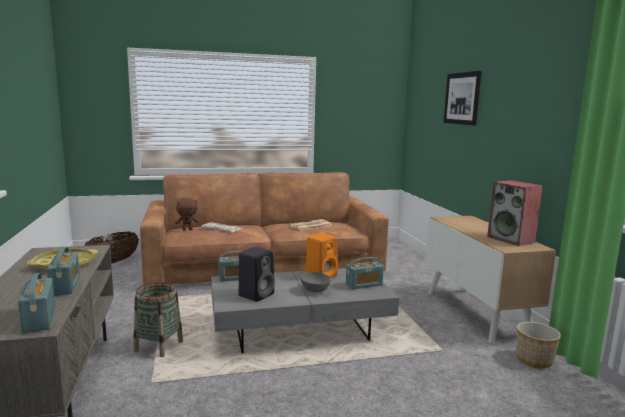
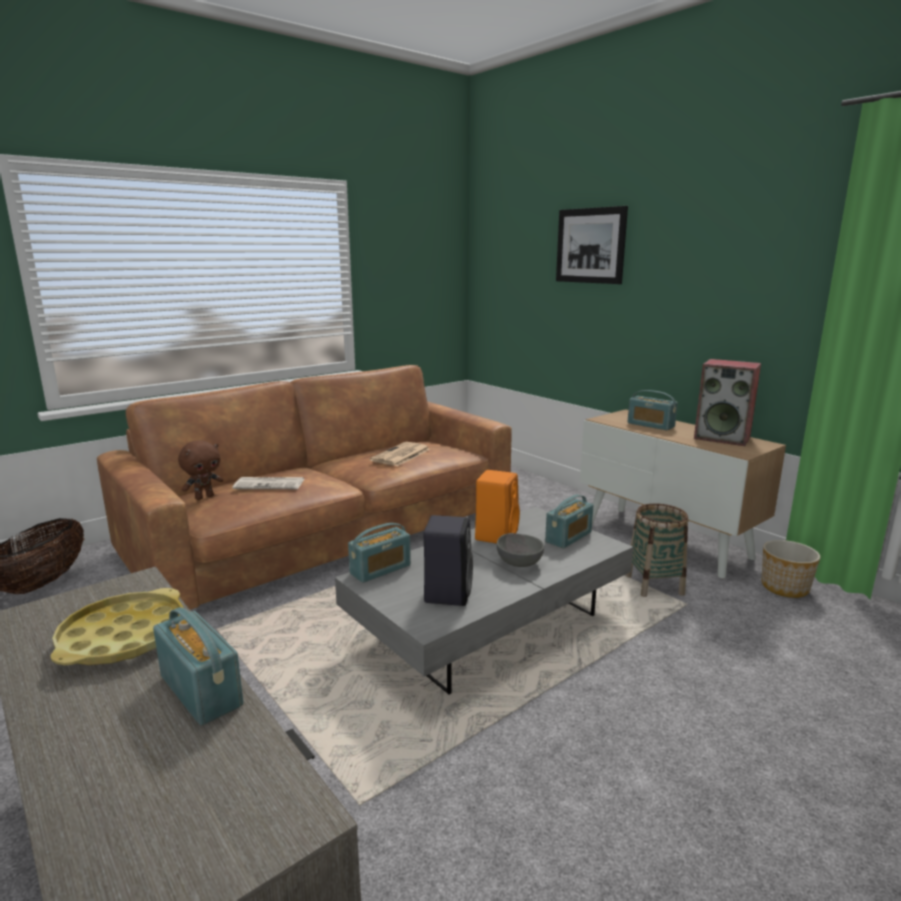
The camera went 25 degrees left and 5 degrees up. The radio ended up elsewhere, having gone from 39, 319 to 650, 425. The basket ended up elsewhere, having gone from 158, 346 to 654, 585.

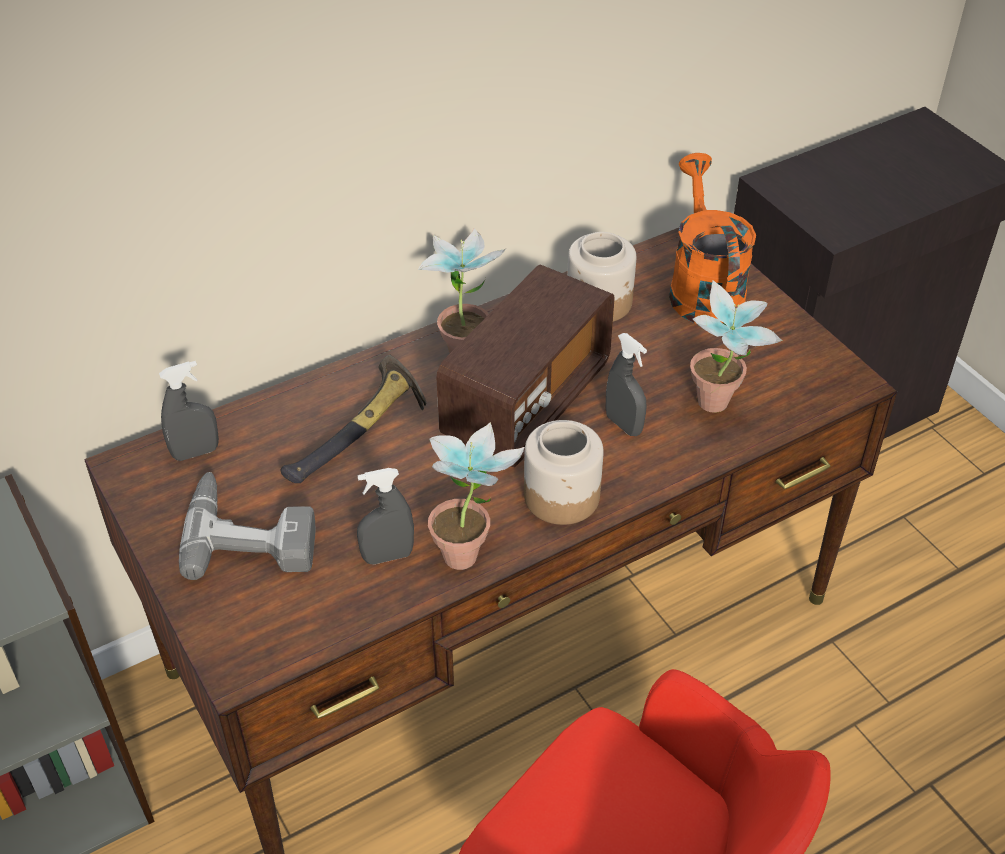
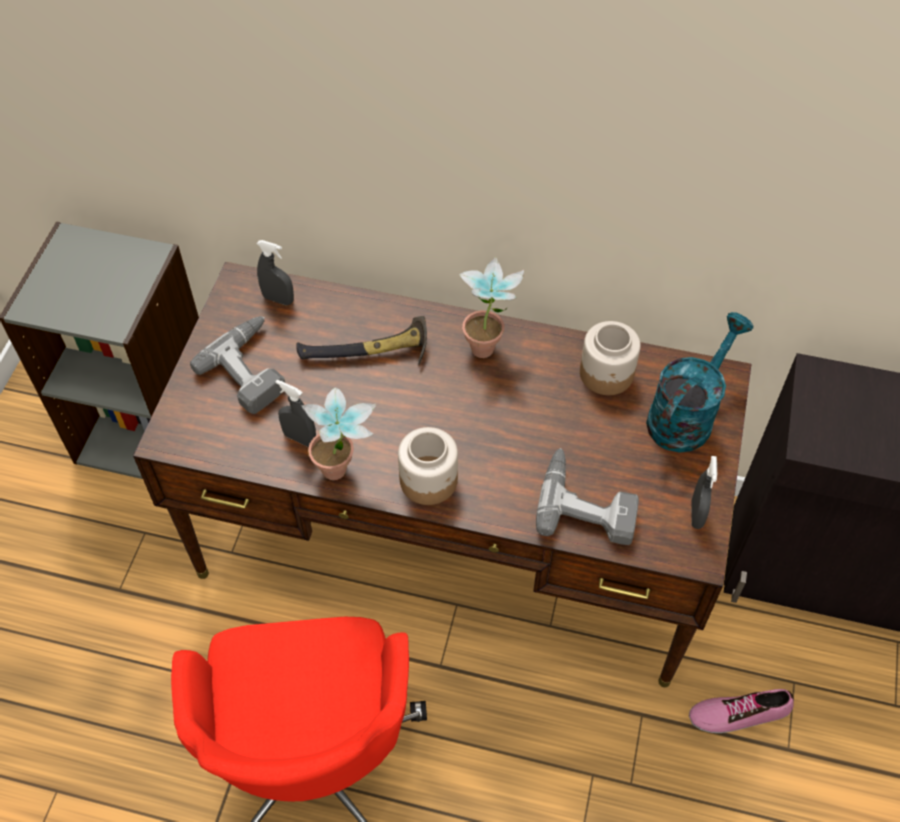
The camera went 45 degrees right and 10 degrees up. What was the orange watering can at 702, 288 turned into the turquoise watering can at 686, 414. The second view lost the radio at 526, 402. Where the potted plant stood at 718, 410, the power drill came to stand at 587, 503. The grey spray bottle ended up elsewhere, having gone from 623, 425 to 696, 514. The second view gained the shoe at 739, 712.

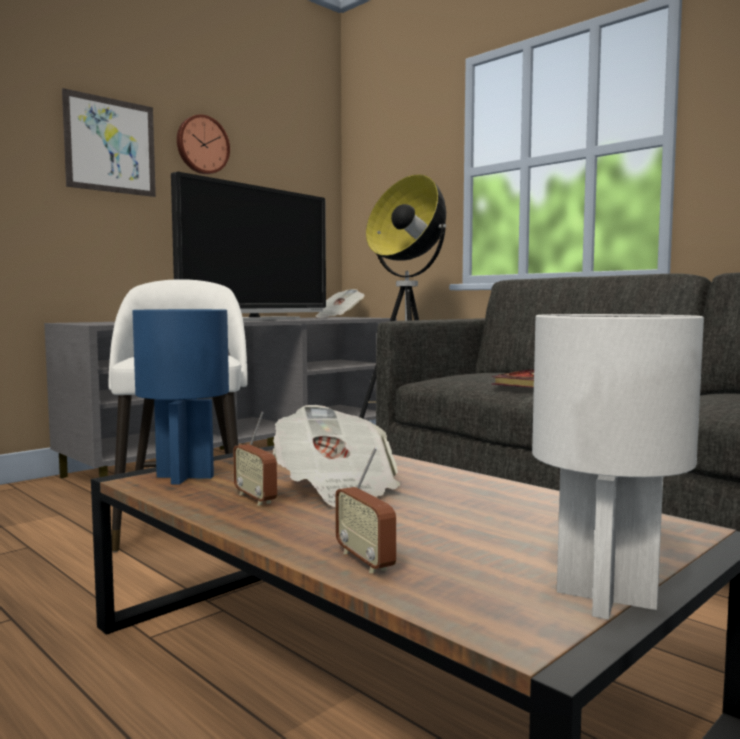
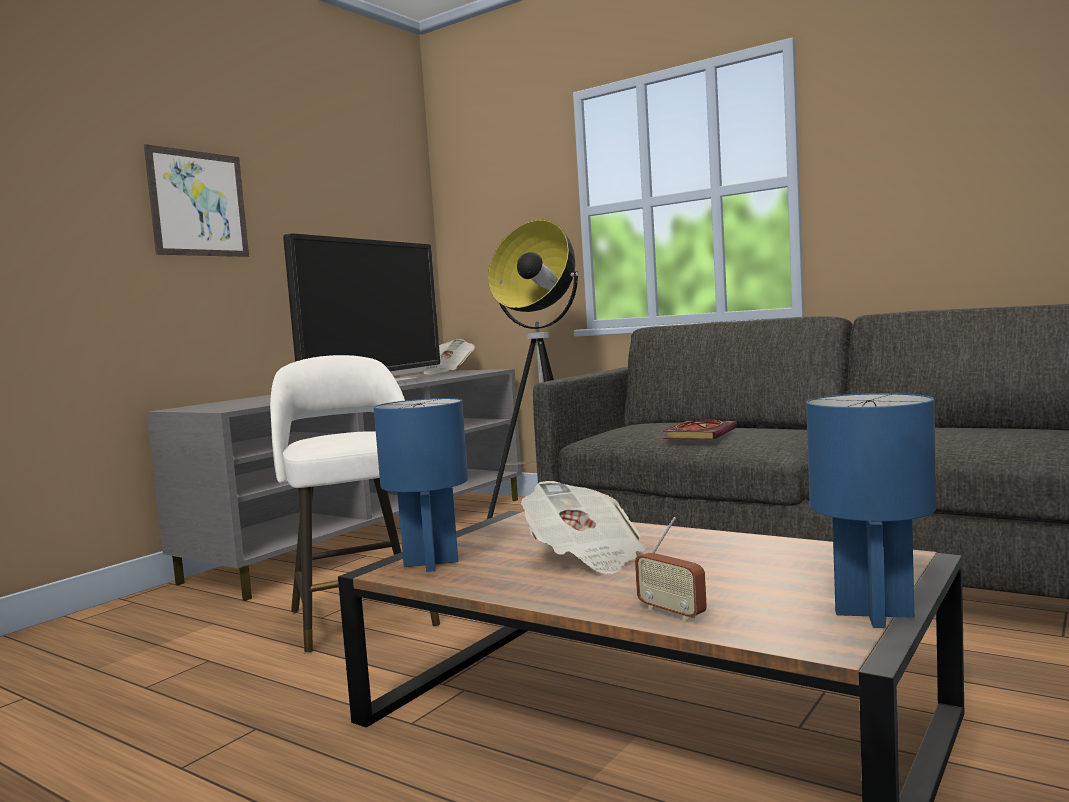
The camera went 10 degrees left and 0 degrees up. The second view lost the wall clock at 202, 145. What was the white table lamp at 604, 597 turned into the blue table lamp at 872, 614. The second view lost the radio at 255, 498.

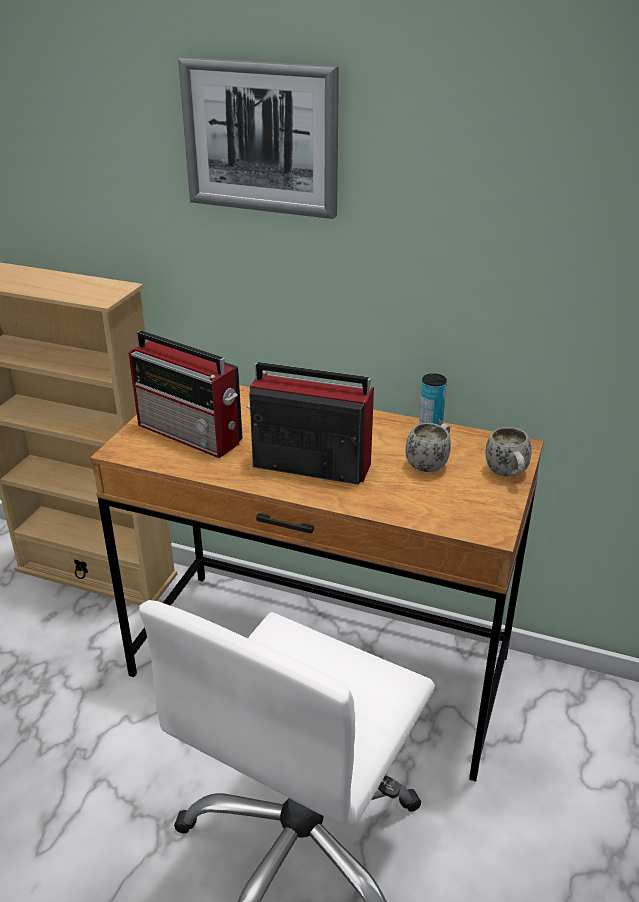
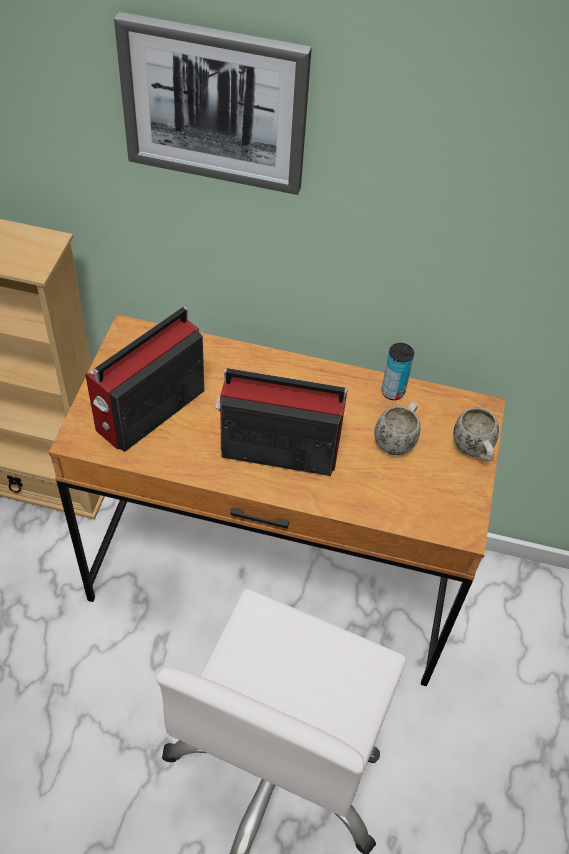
The camera went 10 degrees left and 20 degrees up. The radio at 191, 434 ended up facing another way, 105 degrees clockwise from before.

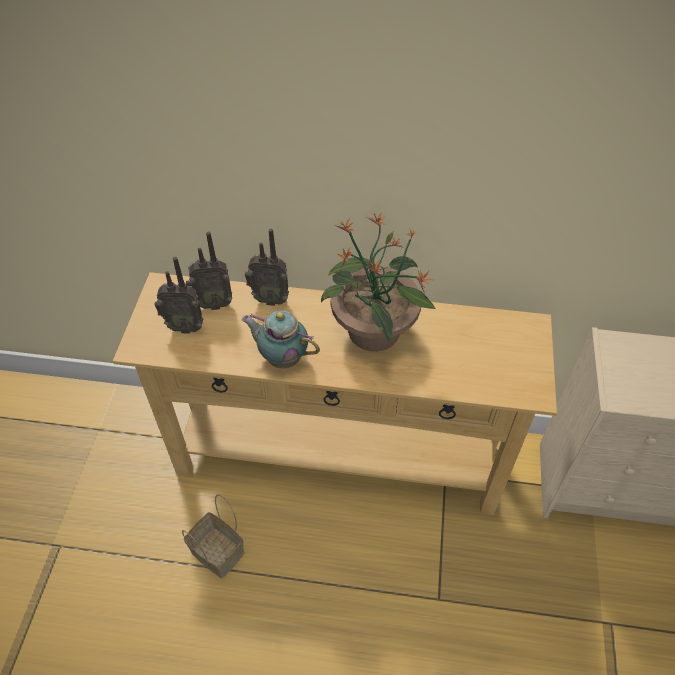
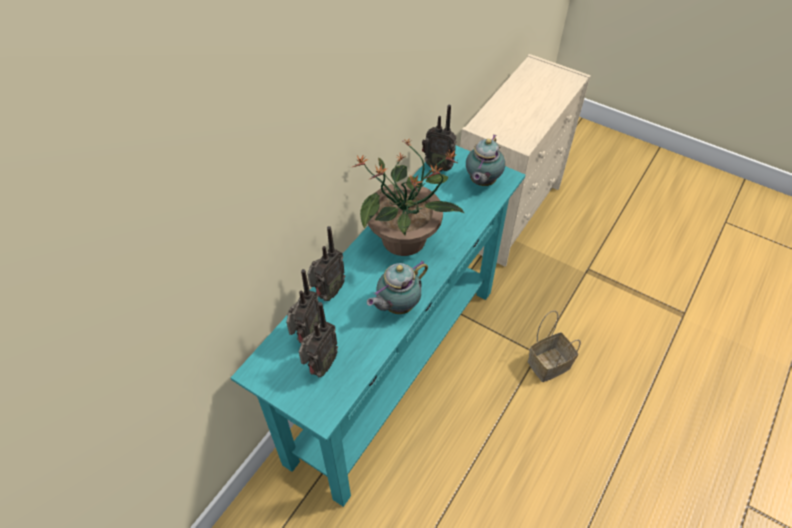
The camera went 65 degrees left and 0 degrees up. What was the beige console table at 337, 457 turned into the turquoise console table at 394, 370. The basket ended up elsewhere, having gone from 219, 552 to 549, 363. The second view gained the radio at 438, 166. The second view gained the teapot at 481, 182.

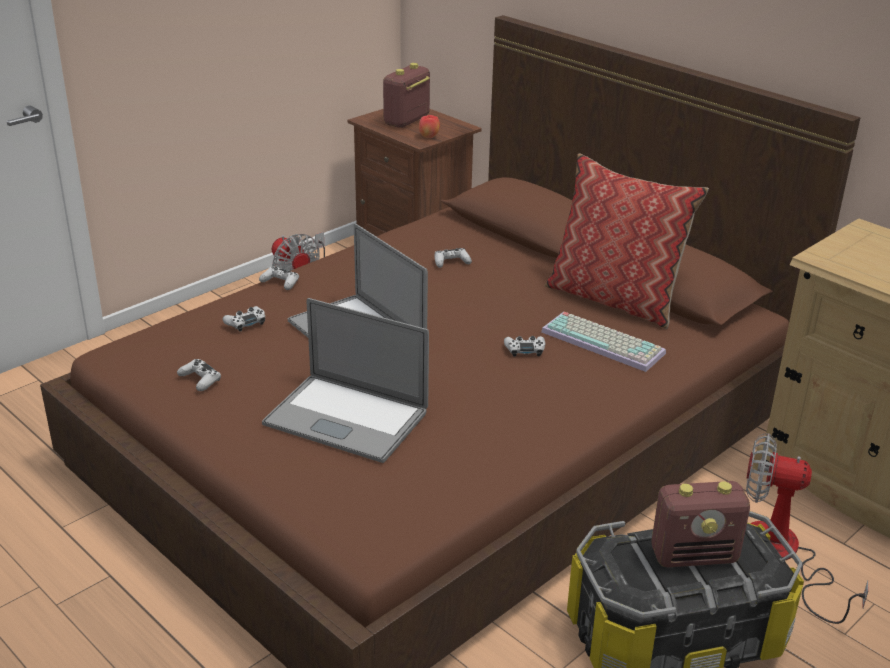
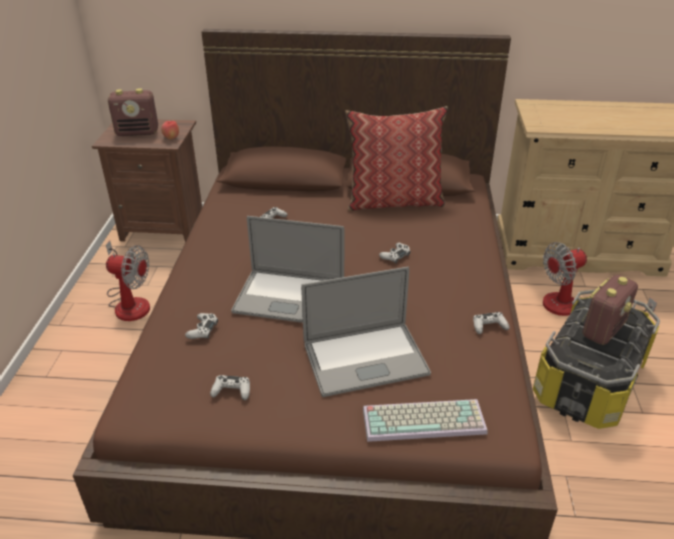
The camera went 40 degrees left and 5 degrees up. The radio at 406, 121 ended up facing another way, 90 degrees counterclockwise from before. The white game controller ended up elsewhere, having gone from 280, 282 to 489, 326. The keyboard ended up elsewhere, having gone from 605, 342 to 425, 419.

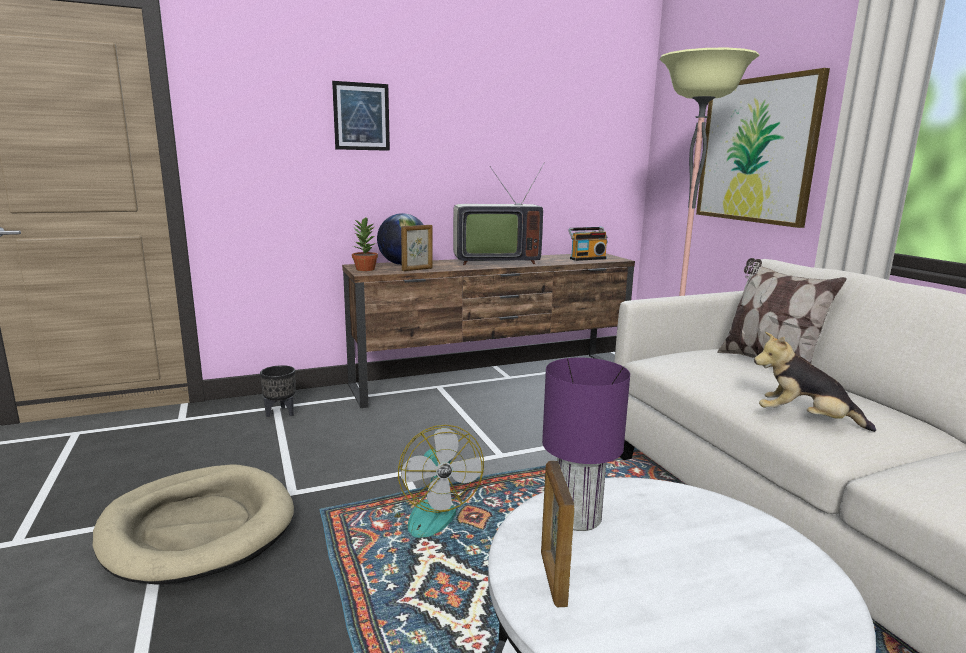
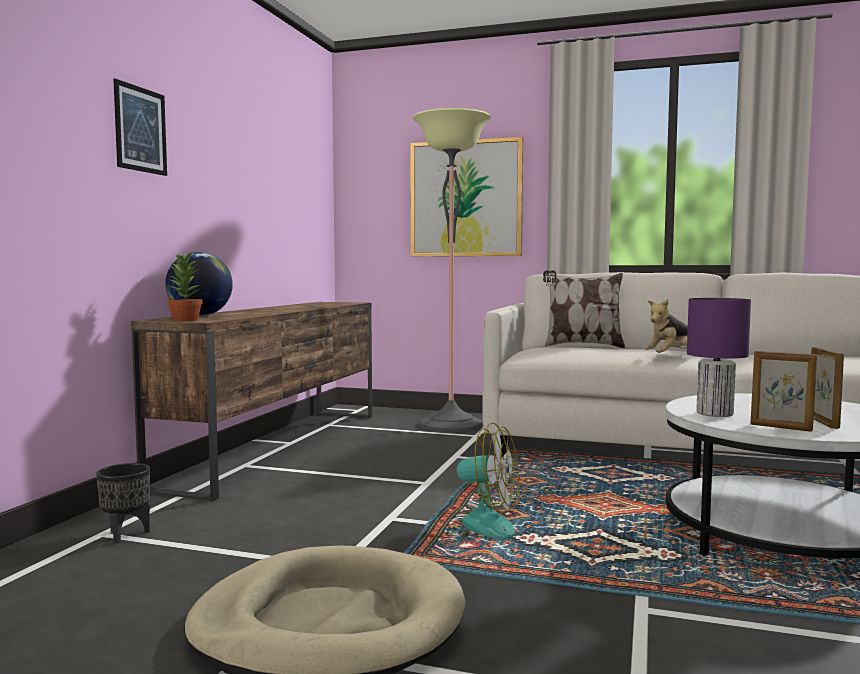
The camera went 50 degrees left and 10 degrees down. The second view lost the television at 494, 261. The picture frame ended up elsewhere, having gone from 417, 269 to 823, 422. The second view lost the radio at 587, 258.

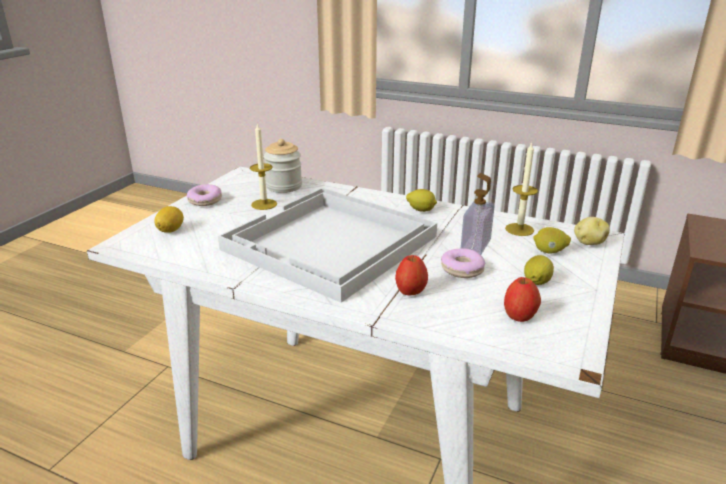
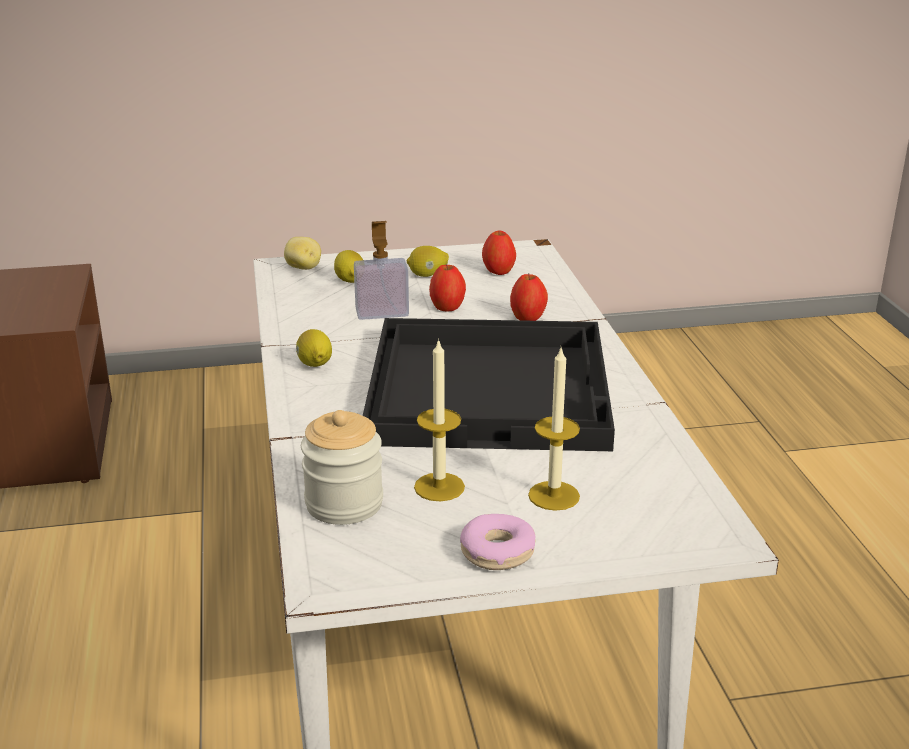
The camera went 125 degrees left and 0 degrees up. The candle ended up elsewhere, having gone from 519, 229 to 554, 496. What was the white tray at 330, 244 turned into the black tray at 491, 387. The second view lost the lemon at 171, 230. Where the donut stood at 462, 269, the apple came to stand at 447, 307.

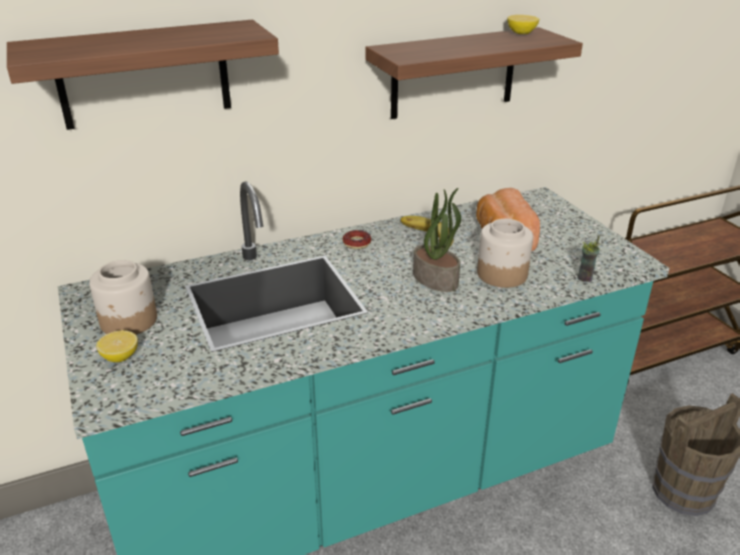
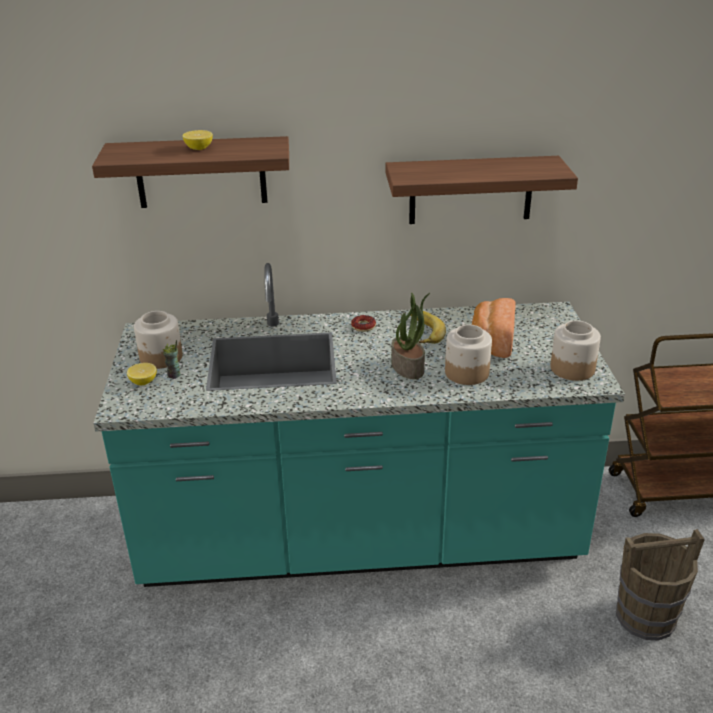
The camera went 20 degrees right and 0 degrees up. The lemon ended up elsewhere, having gone from 521, 33 to 199, 148. The cup ended up elsewhere, having gone from 585, 278 to 174, 375. The second view gained the jar at 571, 368.

